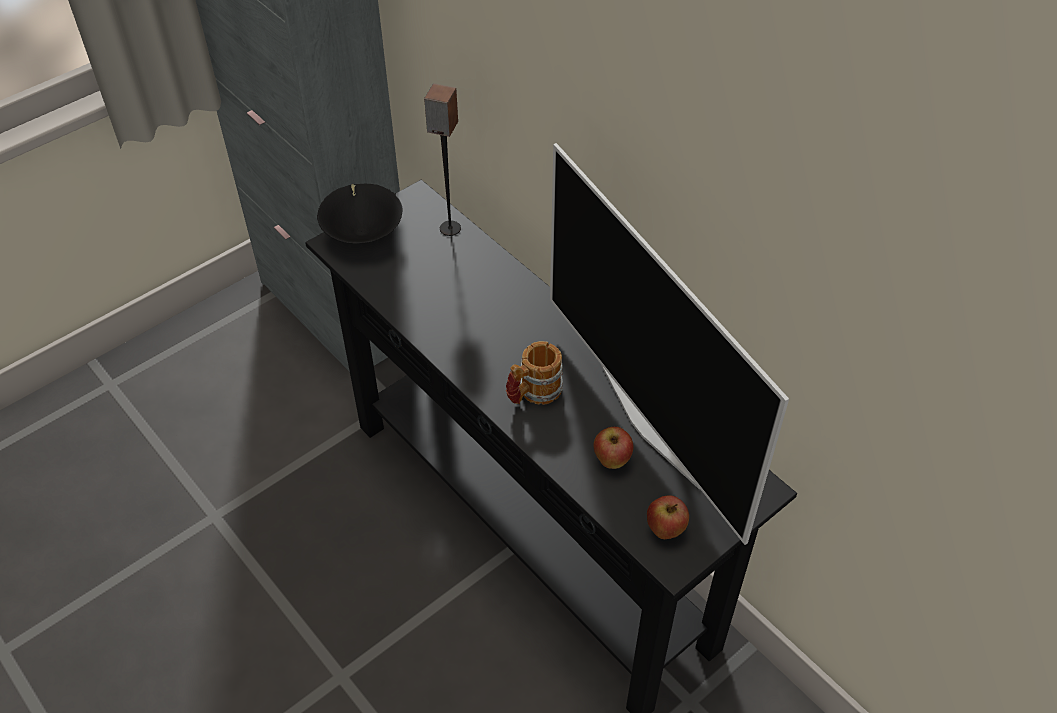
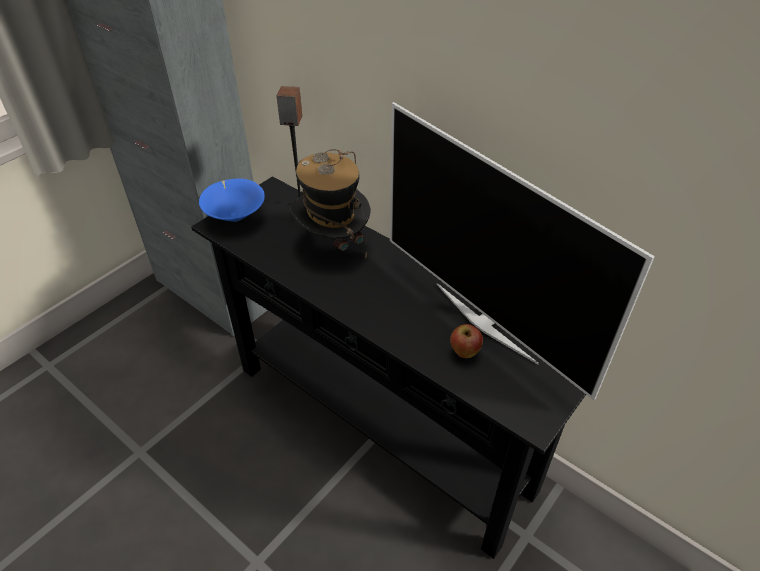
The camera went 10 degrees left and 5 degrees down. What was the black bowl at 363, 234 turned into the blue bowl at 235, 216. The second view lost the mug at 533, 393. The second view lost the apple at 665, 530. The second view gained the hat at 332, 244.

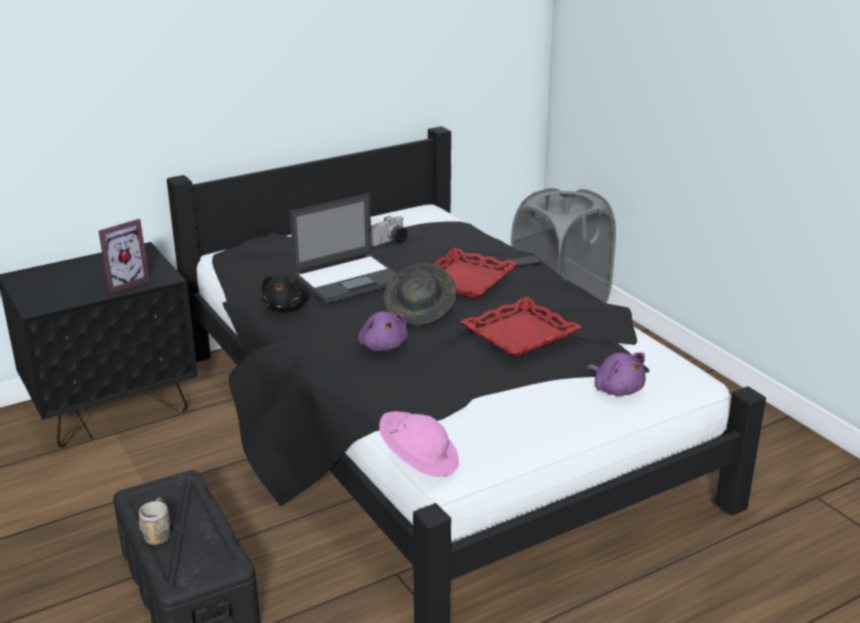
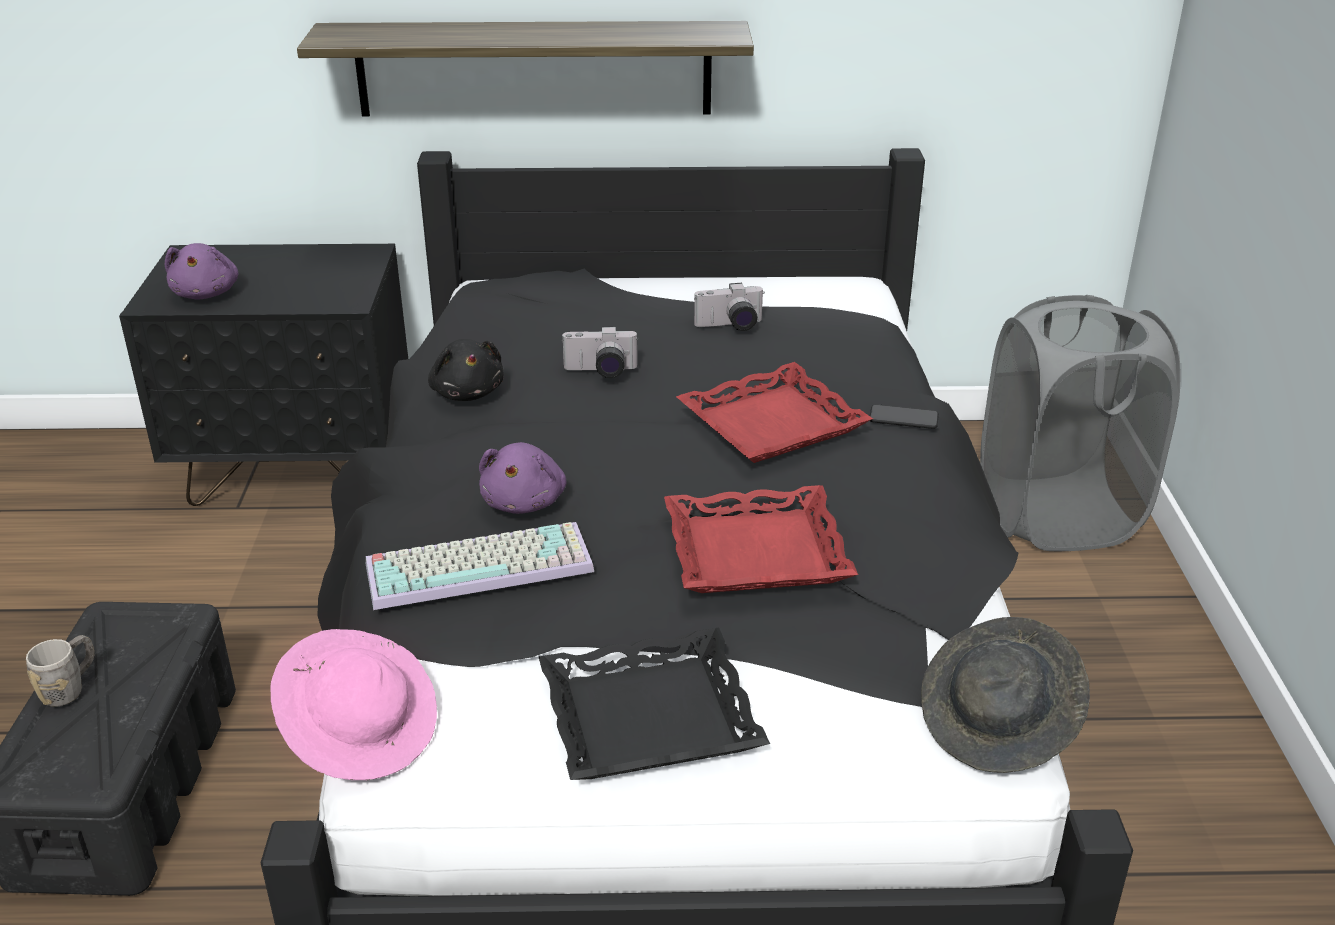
The camera went 30 degrees right and 5 degrees up. Where the laptop stood at 349, 279, the photo camera came to stand at 600, 371. The second view lost the picture frame at 123, 282. The grey hat ended up elsewhere, having gone from 420, 310 to 999, 724. The black plush toy at 286, 307 ended up facing another way, 60 degrees counterclockwise from before. The purple plush toy ended up elsewhere, having gone from 616, 389 to 206, 293. The second view gained the shelf at 534, 68. The second view gained the keyboard at 481, 565. The second view gained the black tray at 649, 716.

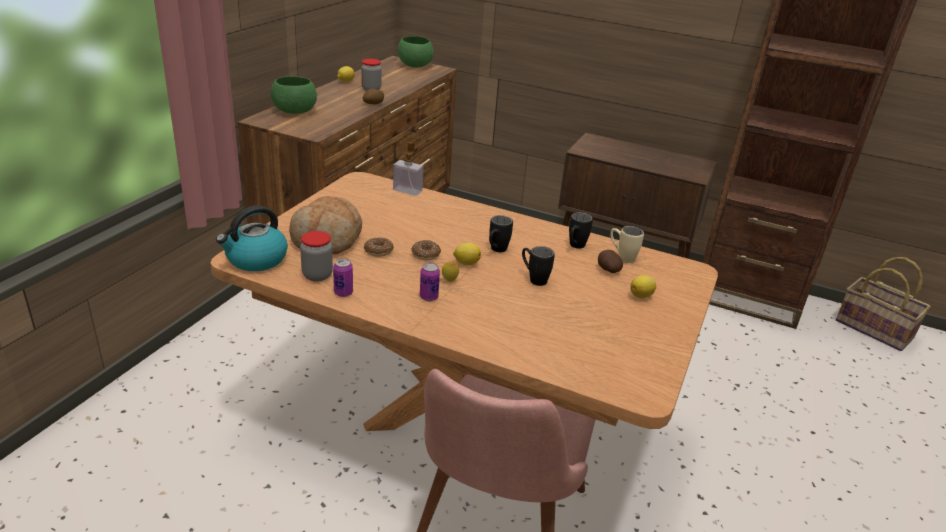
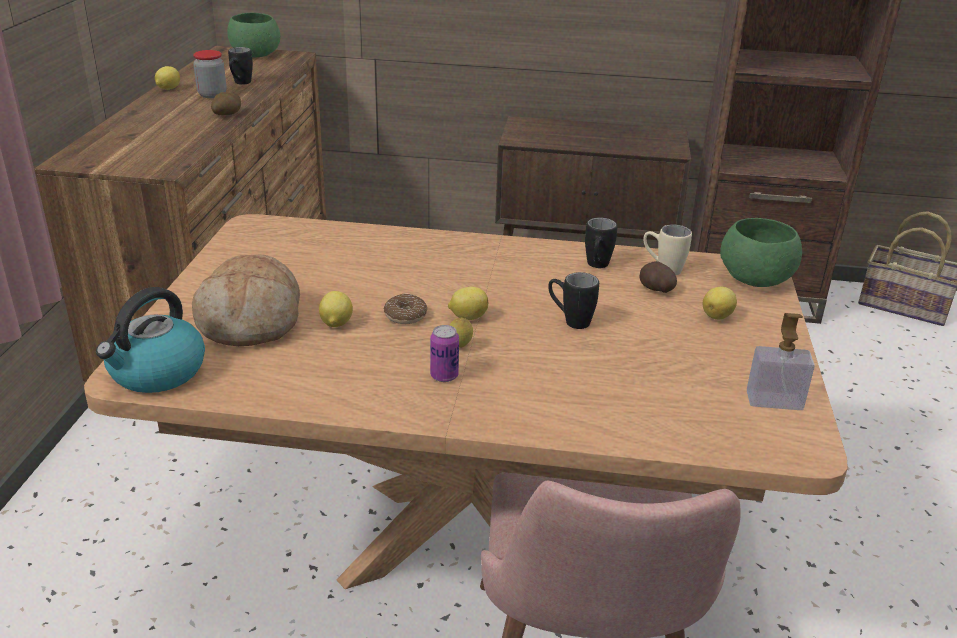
The camera went 15 degrees left and 0 degrees up. The green bowl ended up elsewhere, having gone from 295, 111 to 756, 279. The soap dispenser ended up elsewhere, having gone from 407, 190 to 774, 401. The black mug ended up elsewhere, having gone from 496, 250 to 240, 83. The second view lost the jar at 317, 275. Where the donut stood at 378, 251, the lemon came to stand at 336, 324. The second view lost the can at 343, 293.

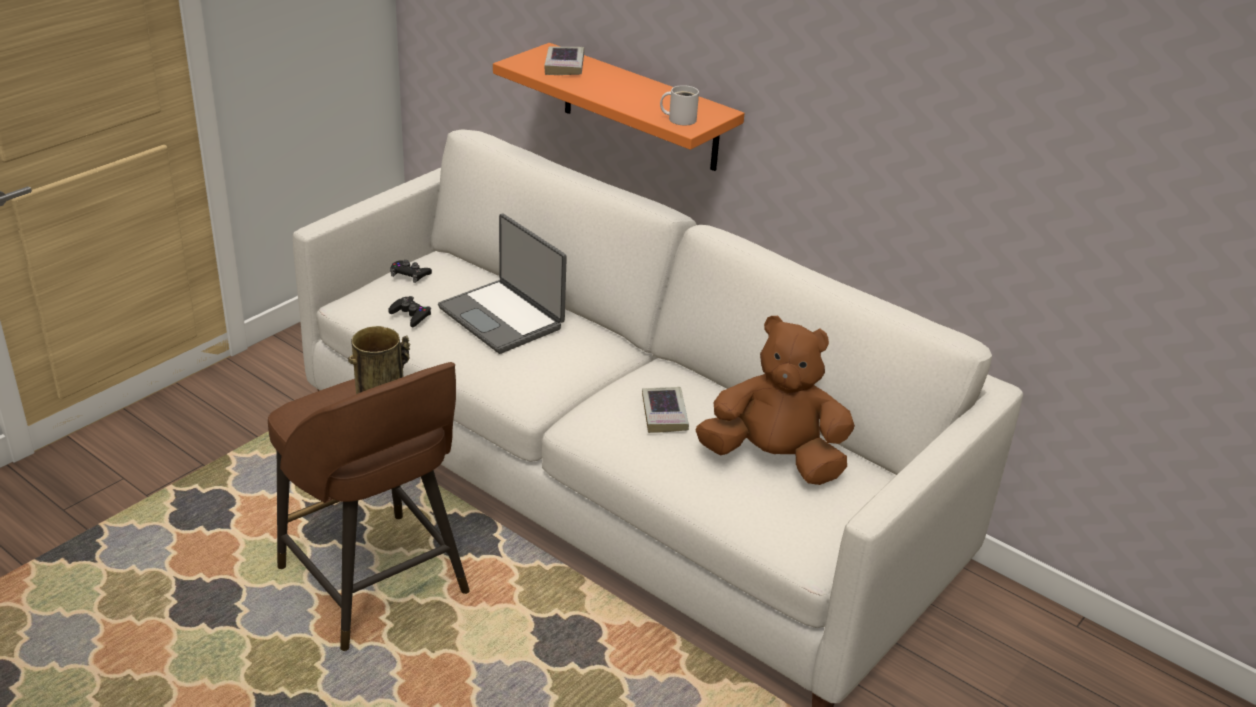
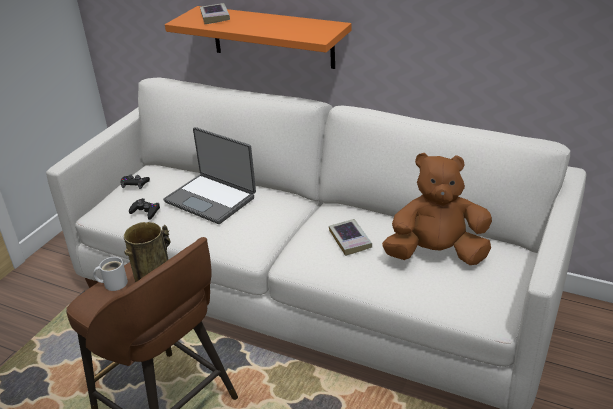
The camera went 10 degrees left and 0 degrees up. The white mug ended up elsewhere, having gone from 679, 119 to 113, 283.

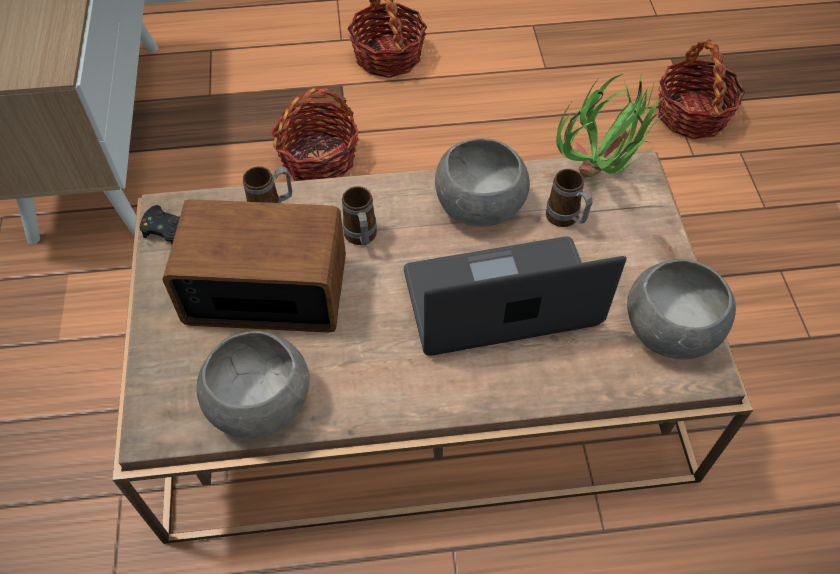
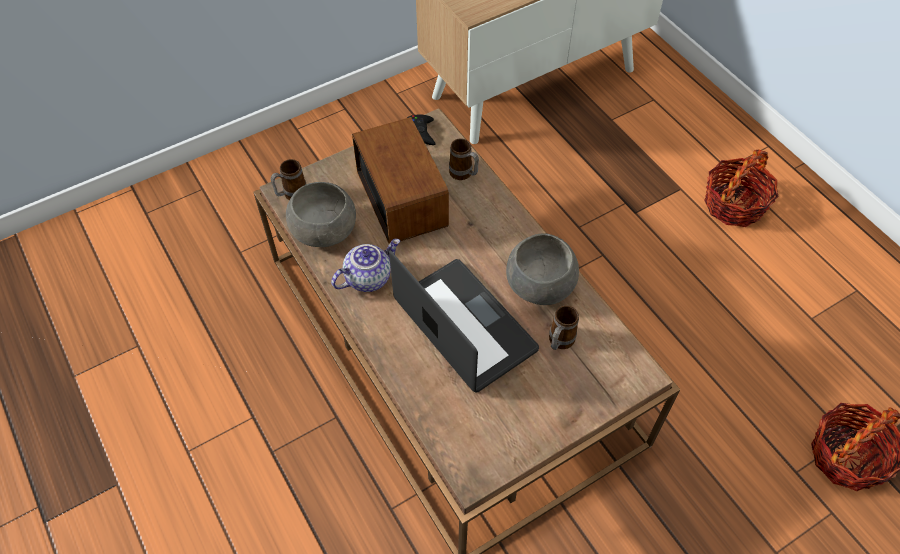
The camera went 65 degrees right and 0 degrees up. The second view lost the potted plant at 601, 175. The second view lost the basket at 319, 159. The mug ended up elsewhere, having gone from 361, 238 to 291, 195. The second view lost the grey bowl at 671, 329. The second view gained the teapot at 368, 277.

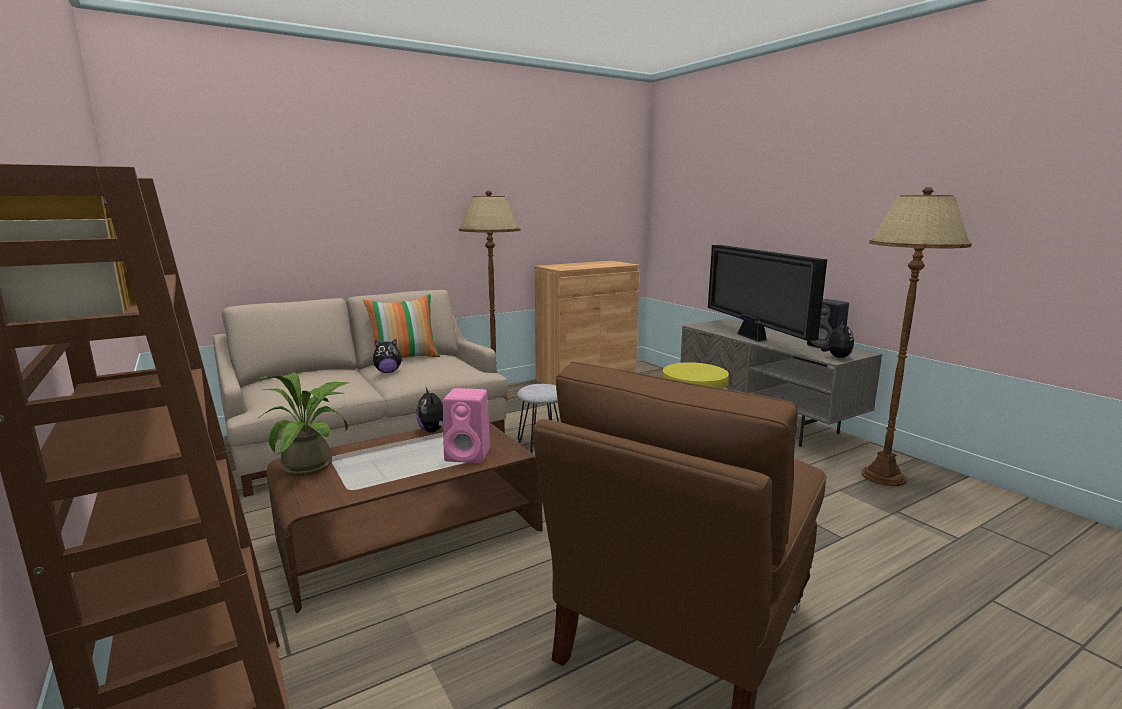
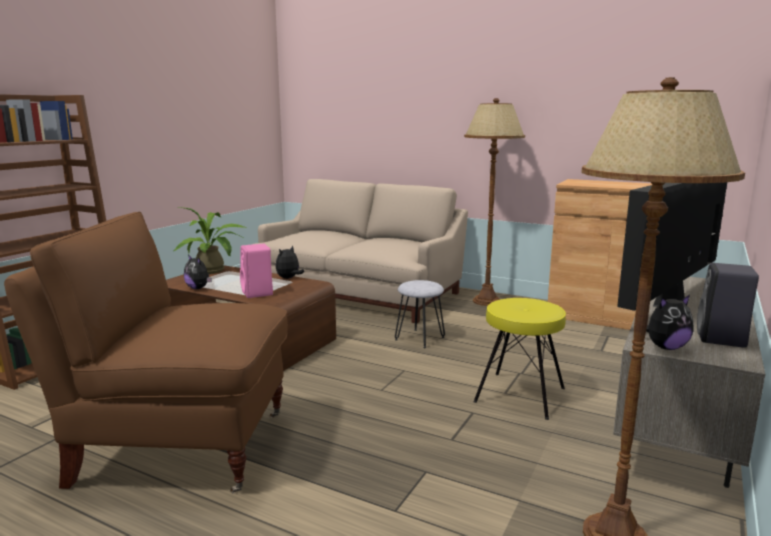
The camera went 60 degrees right and 0 degrees up. The second view lost the pillow at 405, 358. The plush toy ended up elsewhere, having gone from 388, 372 to 198, 288.

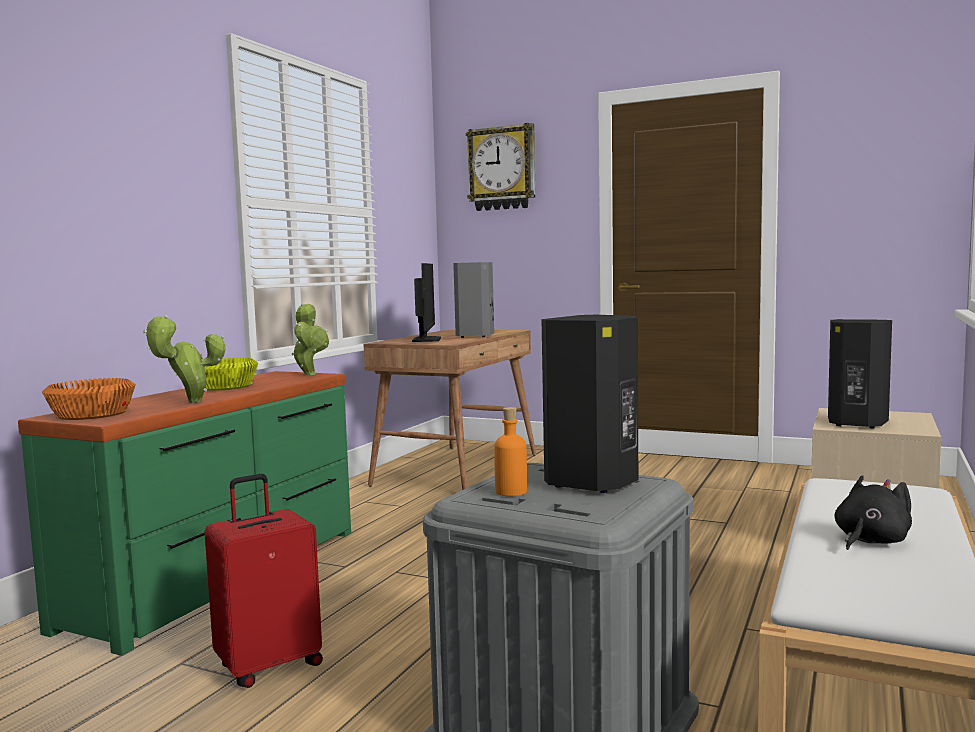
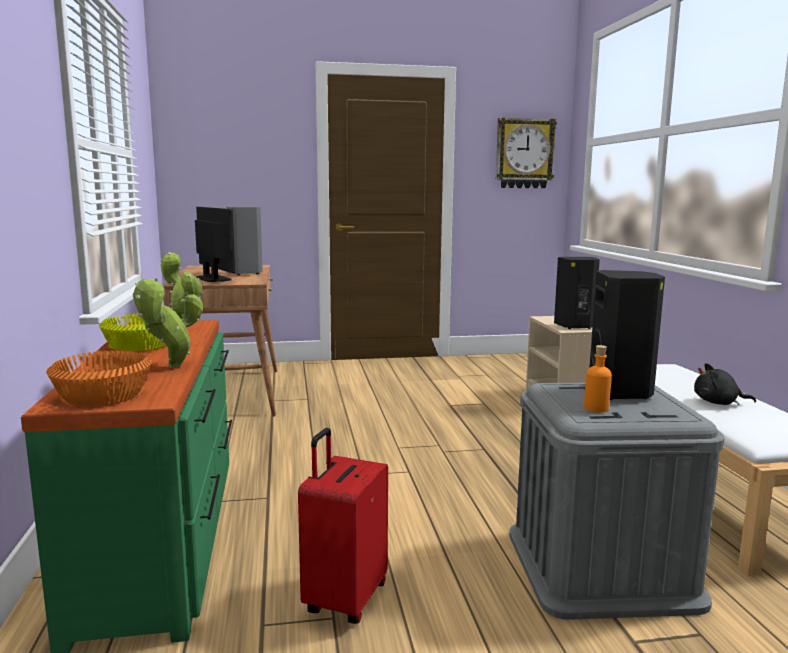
The camera went 35 degrees left and 5 degrees up. The wall clock ended up elsewhere, having gone from 502, 168 to 524, 153. The black plush toy at 870, 541 ended up facing another way, 90 degrees counterclockwise from before.

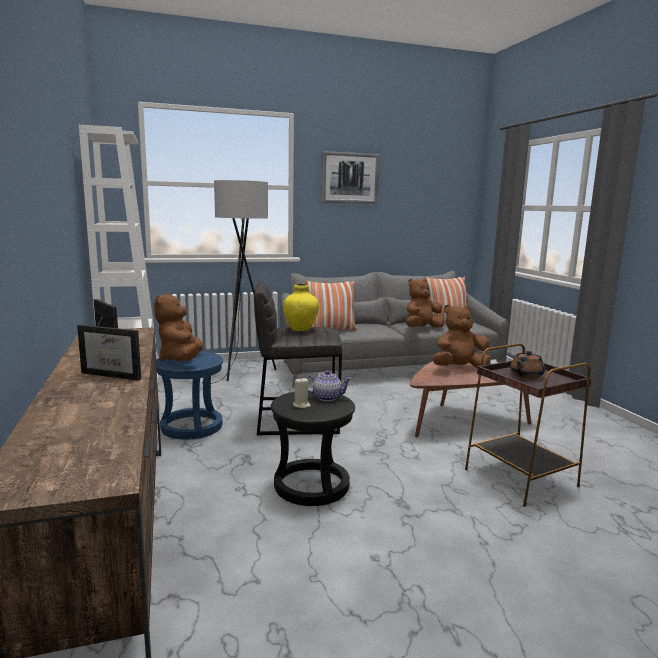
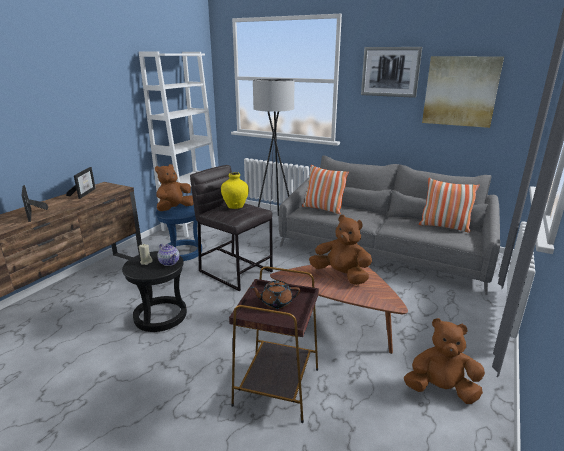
The camera went 45 degrees right and 10 degrees up. The brown plush toy ended up elsewhere, having gone from 422, 329 to 441, 389. The second view gained the picture at 460, 91.

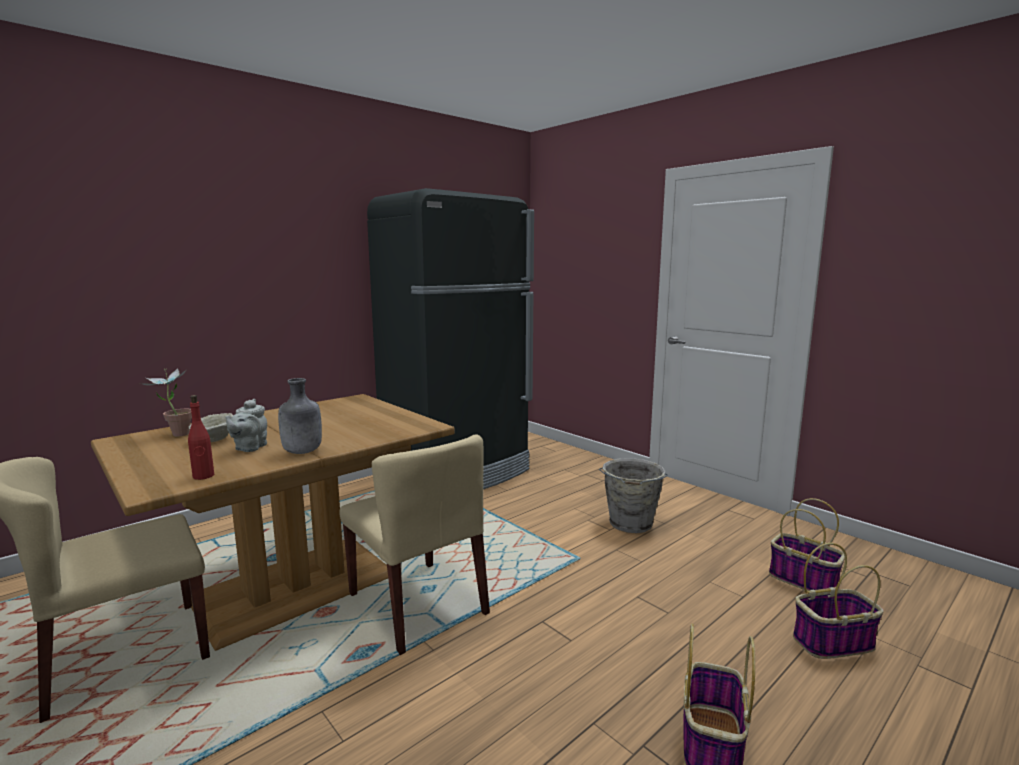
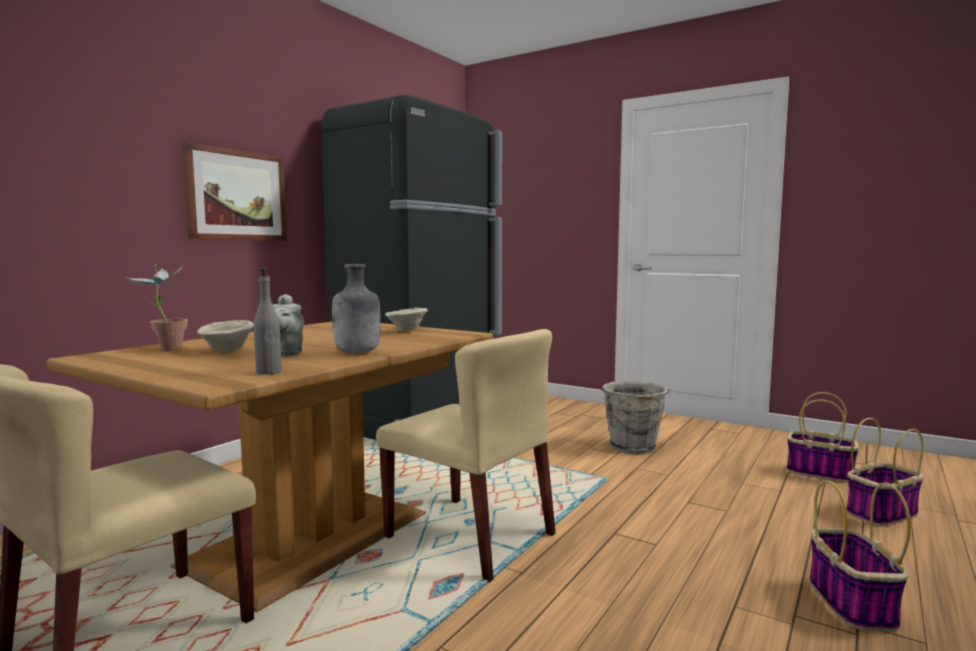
The camera went 15 degrees left and 5 degrees down. What was the red bottle at 203, 476 turned into the grey bottle at 269, 372. The second view gained the picture at 236, 195. The second view gained the beige bowl at 407, 331.

